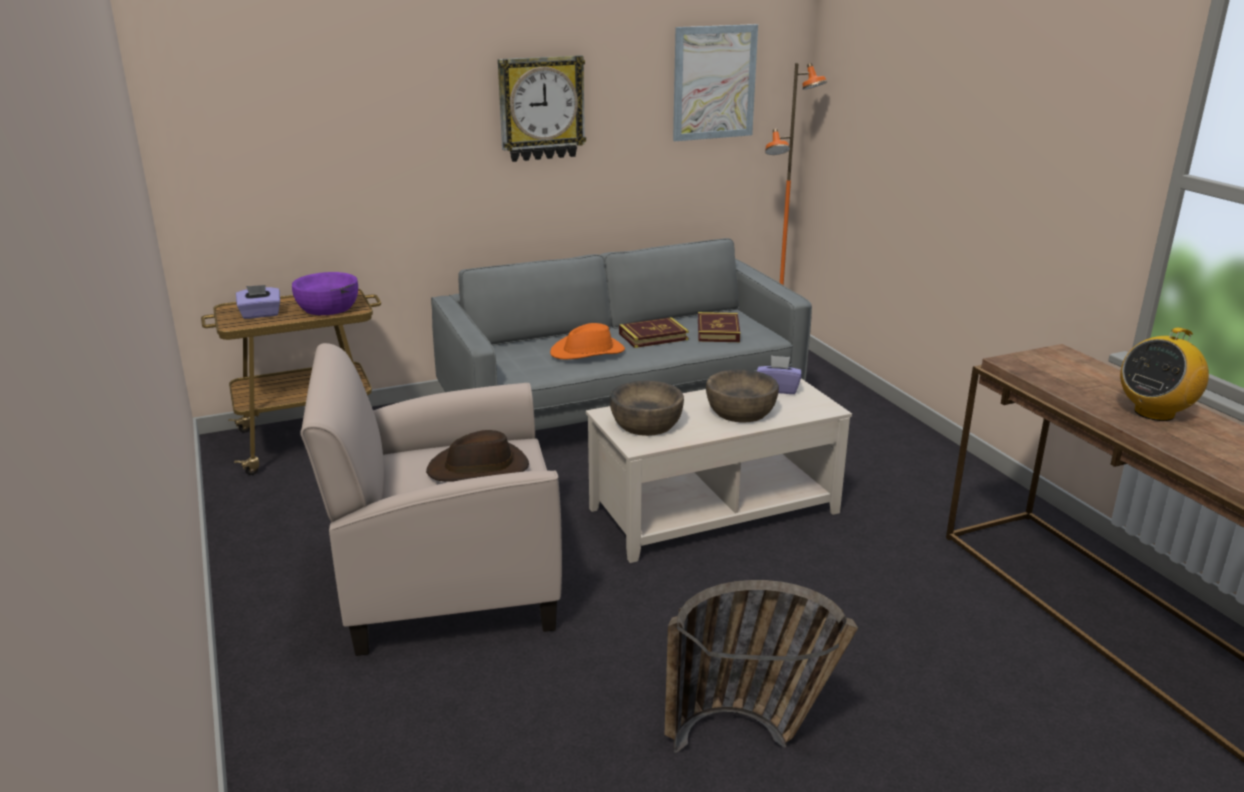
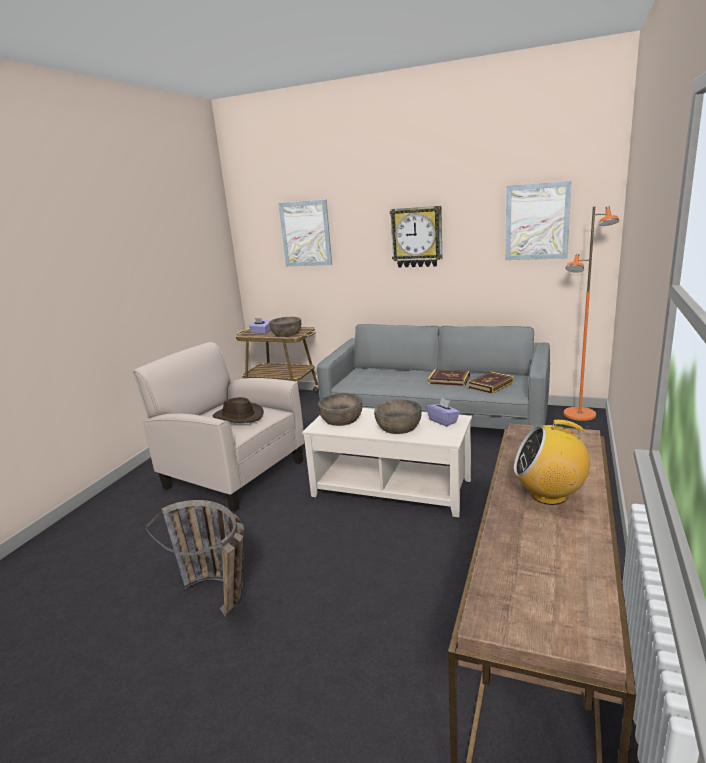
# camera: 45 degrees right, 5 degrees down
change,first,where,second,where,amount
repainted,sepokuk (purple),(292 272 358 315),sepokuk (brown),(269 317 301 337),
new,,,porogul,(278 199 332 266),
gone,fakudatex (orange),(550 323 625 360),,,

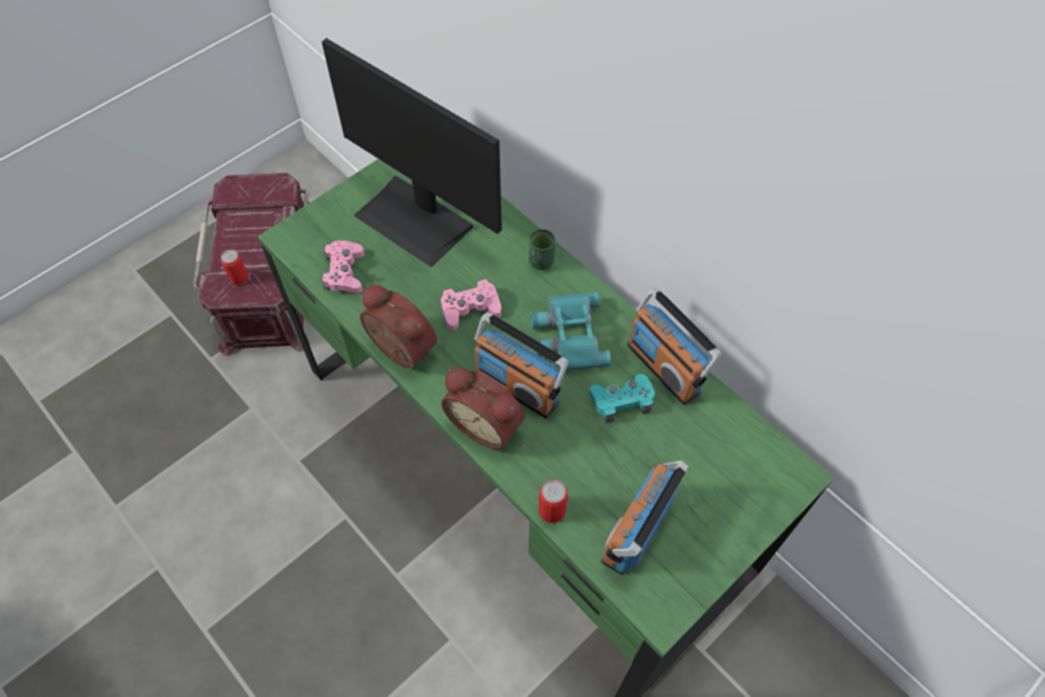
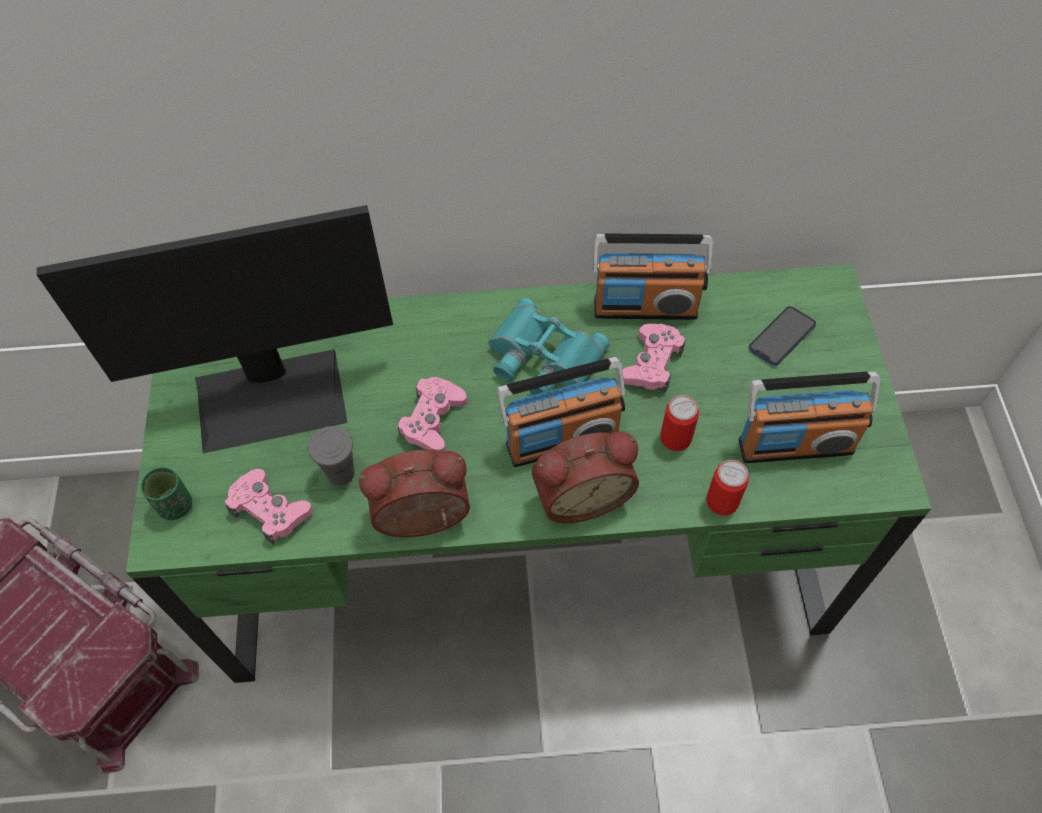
# camera: 50 degrees left, 0 degrees up
change,first,where,second,where,amount
shifted,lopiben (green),(529 229 555 270),,(140 467 192 520),
new,,,lopiben (grey),(308 426 354 486),
repainted,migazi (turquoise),(589 374 655 423),migazi (pink),(622 324 685 393),
shifted,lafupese,(221 249 249 285),,(660 395 699 451),
rotated,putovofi,(601 460 689 575),,(739 371 880 463),75 degrees counterclockwise
new,,,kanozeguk,(749 306 816 366),

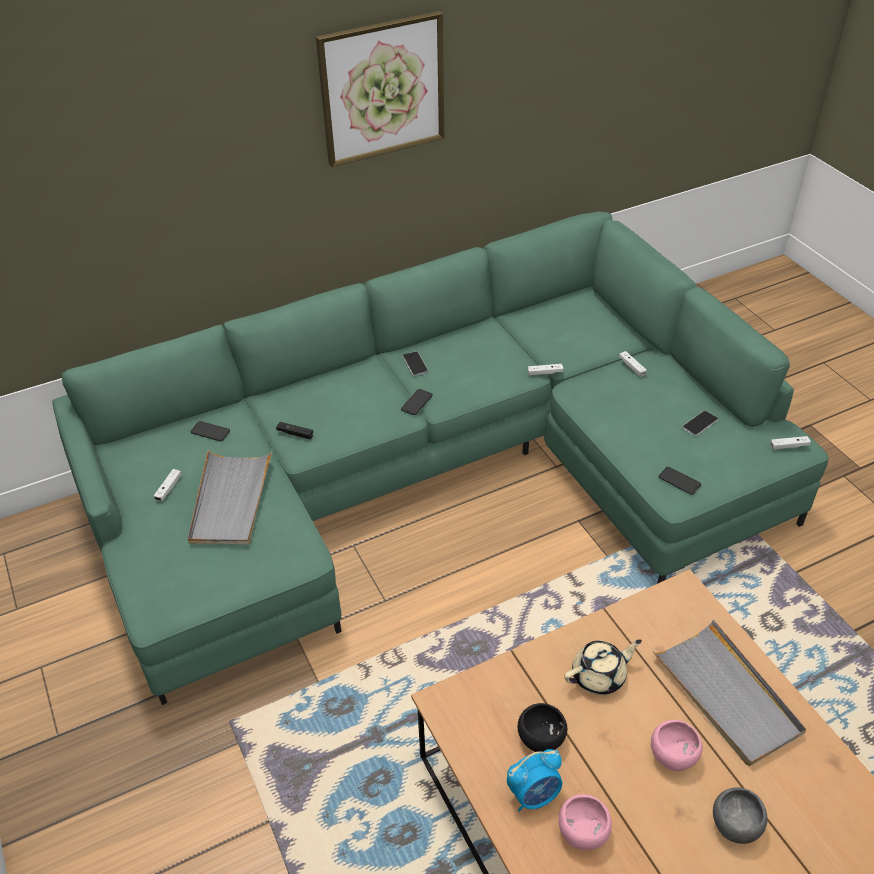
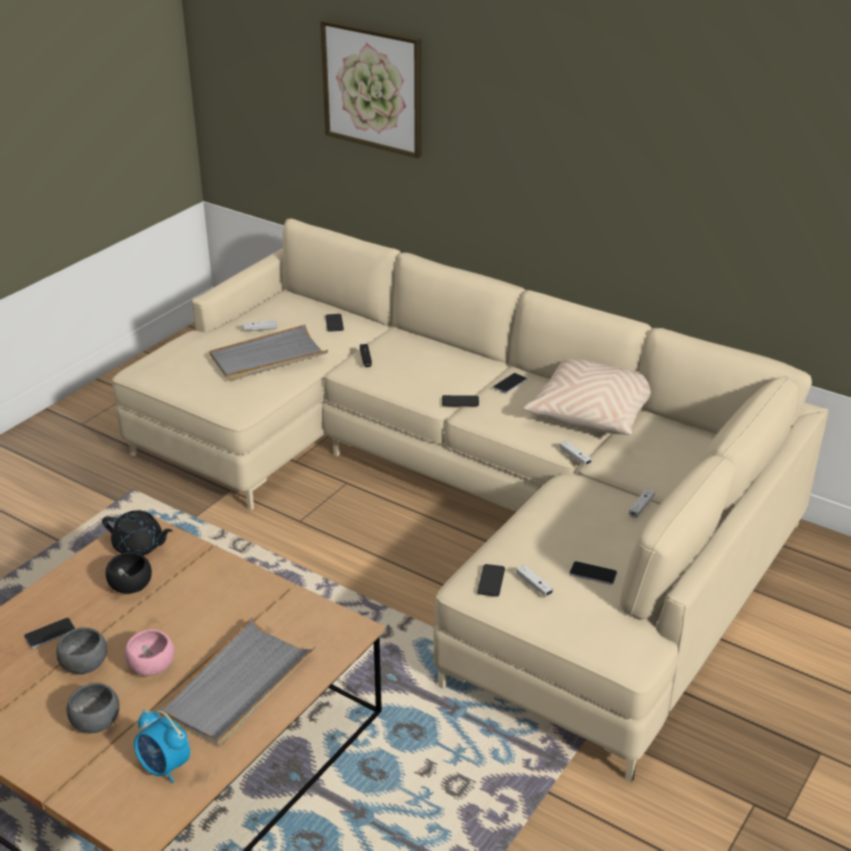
# camera: 60 degrees right, 10 degrees down
change,first,where,second,where,amount
swapped,sepokuk (pink),(558 794 612 850),kanozeguk,(24 618 76 648),
new,,,sepokuk (grey),(56 627 107 674),
new,,,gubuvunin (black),(102 510 173 556),
repainted,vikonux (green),(52 211 829 705),vikonux (beige),(112 219 828 782),
shifted,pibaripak,(507 749 562 812),,(134 710 190 783),
shifted,porogul,(316 11 444 167),,(320 19 422 159),
shifted,migazi (white),(770 436 811 450),,(516 565 553 596),
new,,,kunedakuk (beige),(523 359 651 435),
gone,gubuvunin (beige),(564 639 642 695),,,

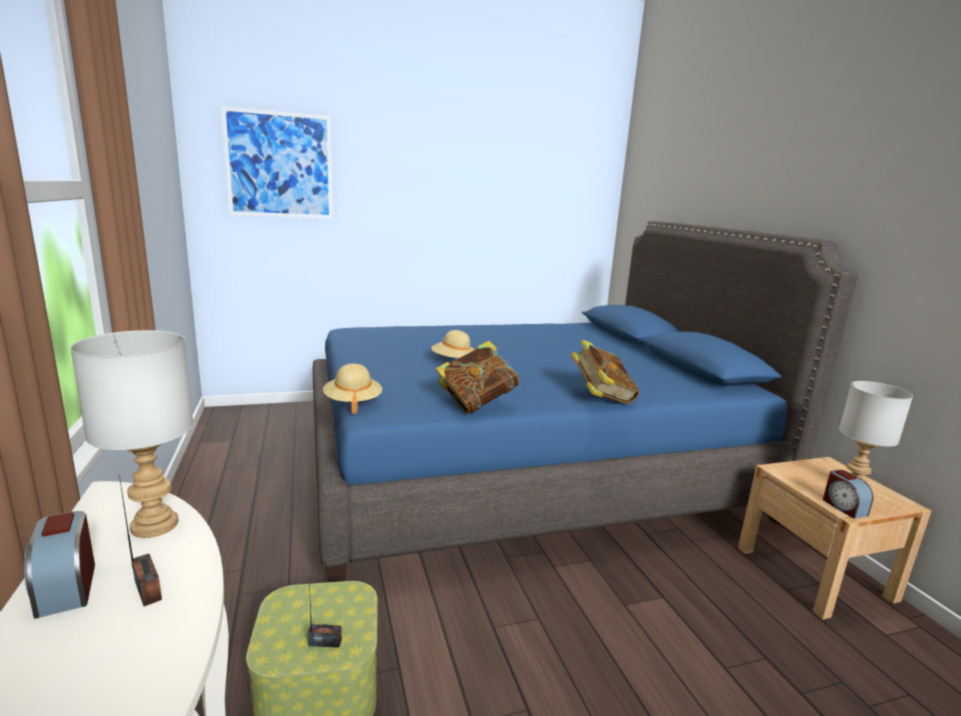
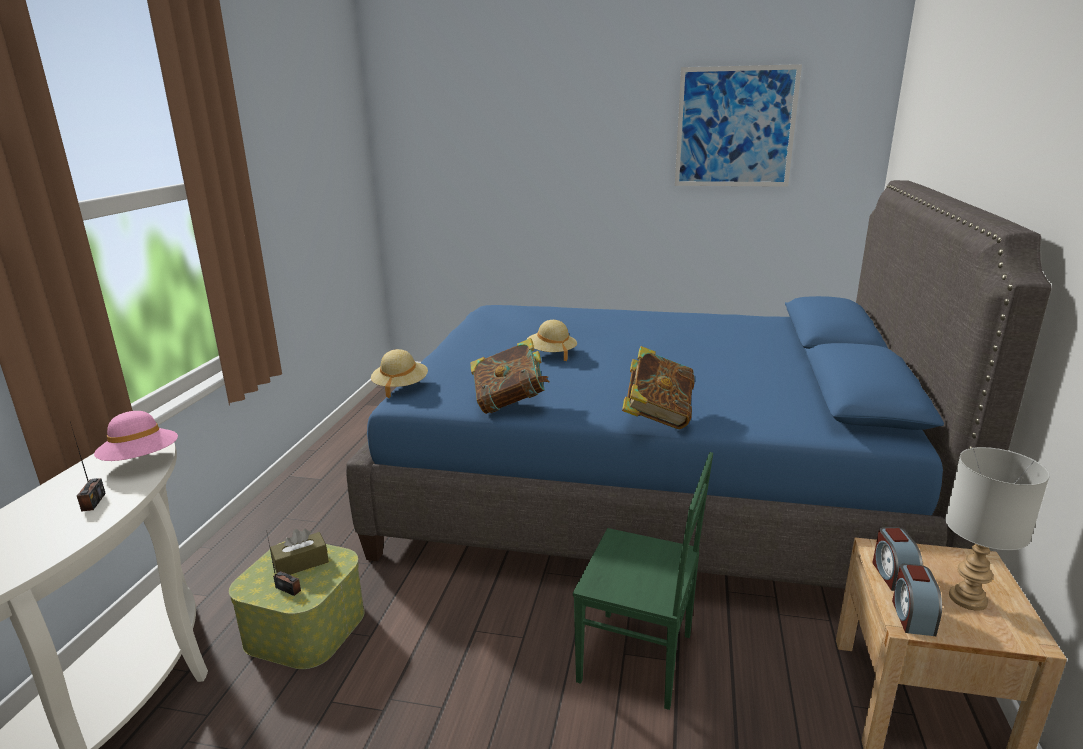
# camera: 30 degrees right, 5 degrees up
change,first,where,second,where,amount
swapped,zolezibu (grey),(70 330 193 538),fakudatex (pink),(94 411 178 461),
new,,,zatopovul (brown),(270 529 329 575),
new,,,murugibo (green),(573 452 713 710),
shifted,porogul,(221 106 333 219),,(675 64 802 187),
shifted,pibaripak,(24 511 95 619),,(873 527 923 591),

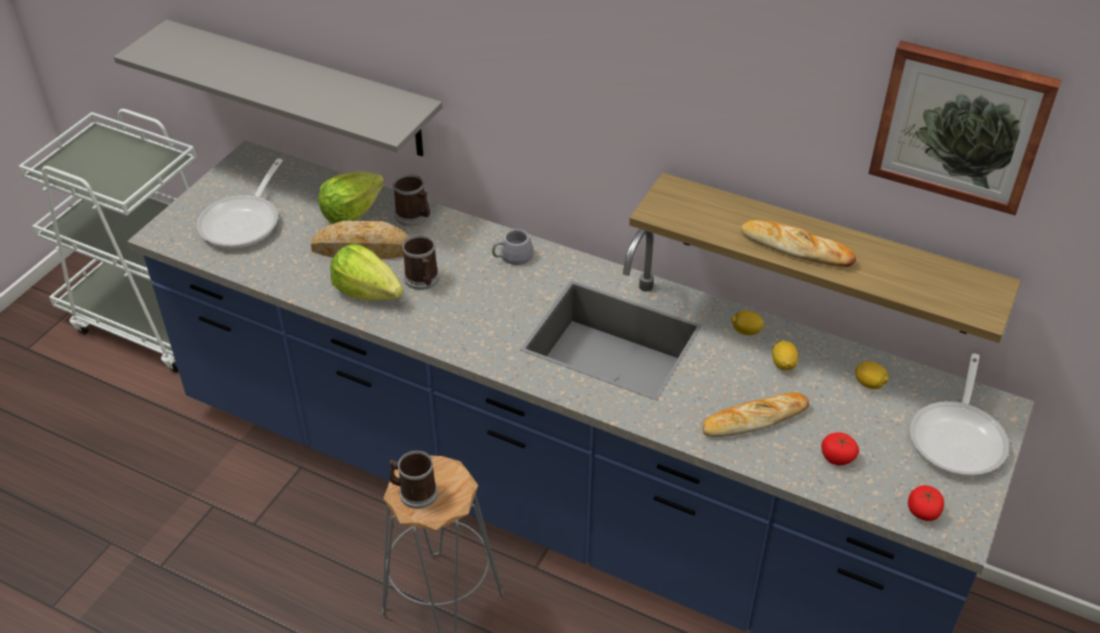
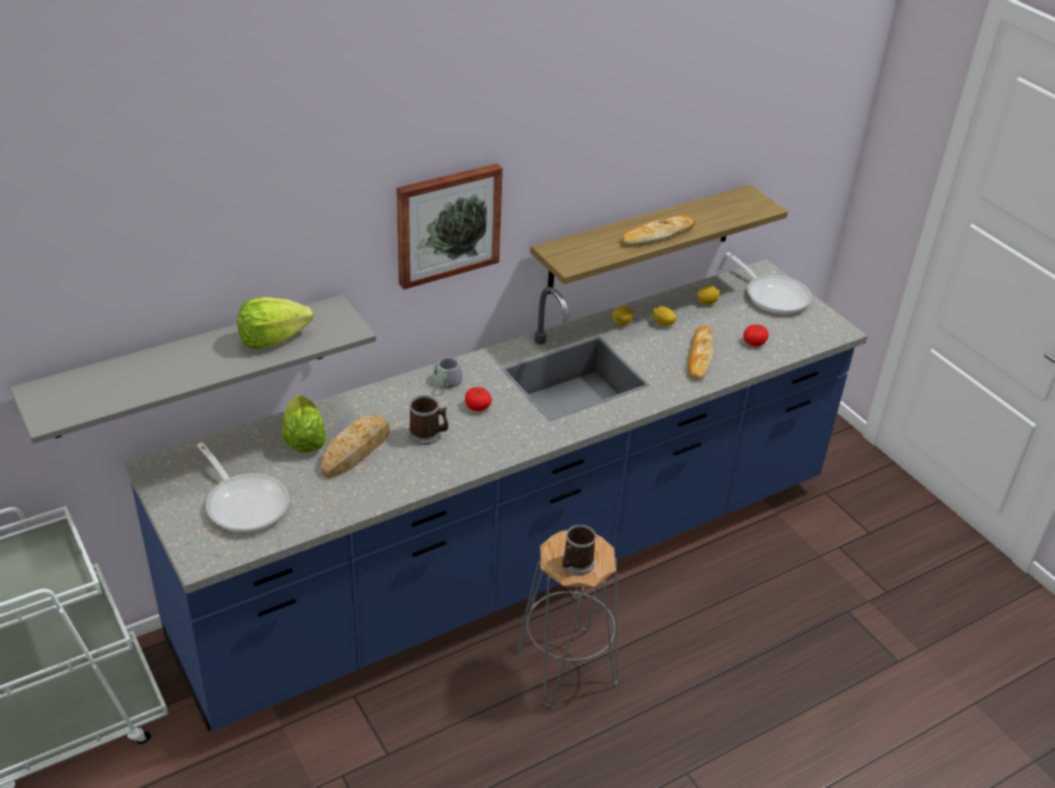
# camera: 60 degrees left, 5 degrees down
change,first,where,second,where,amount
shifted,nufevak,(330 244 403 301),,(237 297 313 349),
shifted,porogul,(868 41 1062 216),,(397 164 503 289),
shifted,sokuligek,(908 485 944 521),,(465 387 492 411),
gone,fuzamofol,(393 174 430 226),,,

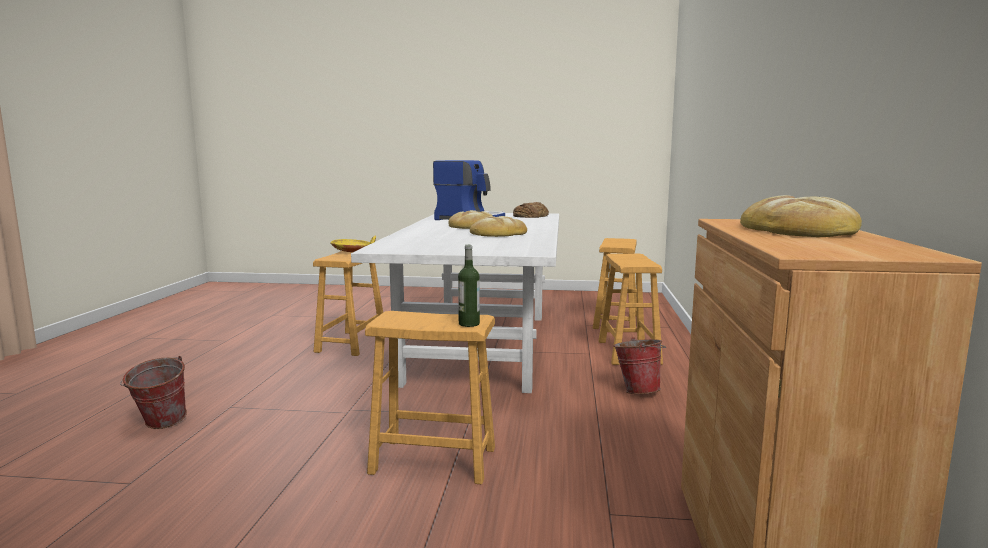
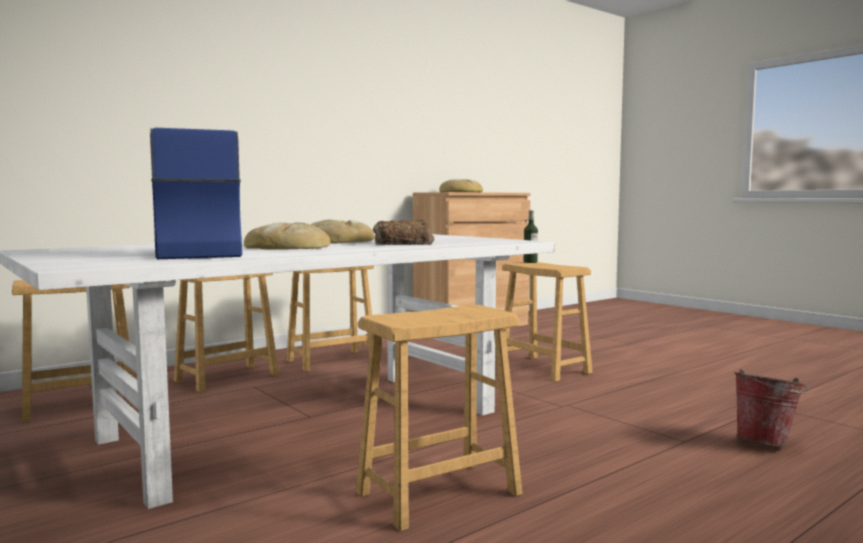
# camera: 135 degrees left, 5 degrees down
change,first,where,second,where,amount
swapped,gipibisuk,(613 337 666 394),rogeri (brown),(286 265 374 372),
shifted,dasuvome,(513 202 549 218),,(373 220 435 245),
gone,sepokuk (yellow),(330 236 376 252),,,

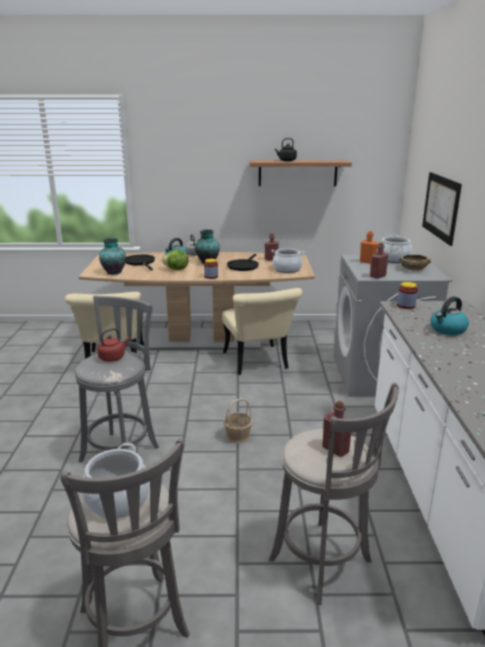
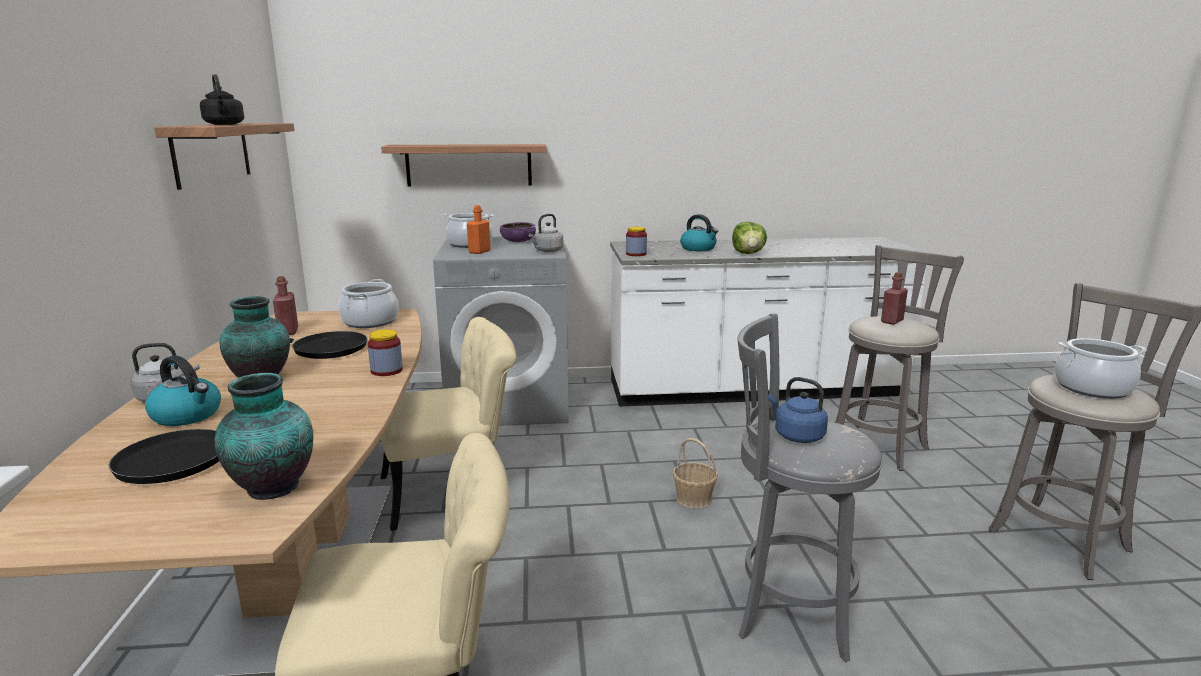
# camera: 95 degrees left, 5 degrees down
change,first,where,second,where,amount
swapped,porogul,(422 172 462 246),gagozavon,(381 144 547 187),
repainted,sepokuk (brown),(399 255 431 271),sepokuk (purple),(499 222 536 242),
swapped,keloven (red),(370 243 388 279),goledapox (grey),(529 214 563 252),
shifted,nufevak,(162 249 189 270),,(732 221 767 254),
repainted,goledapox (red),(97 328 130 362),goledapox (blue),(769 377 828 443),

